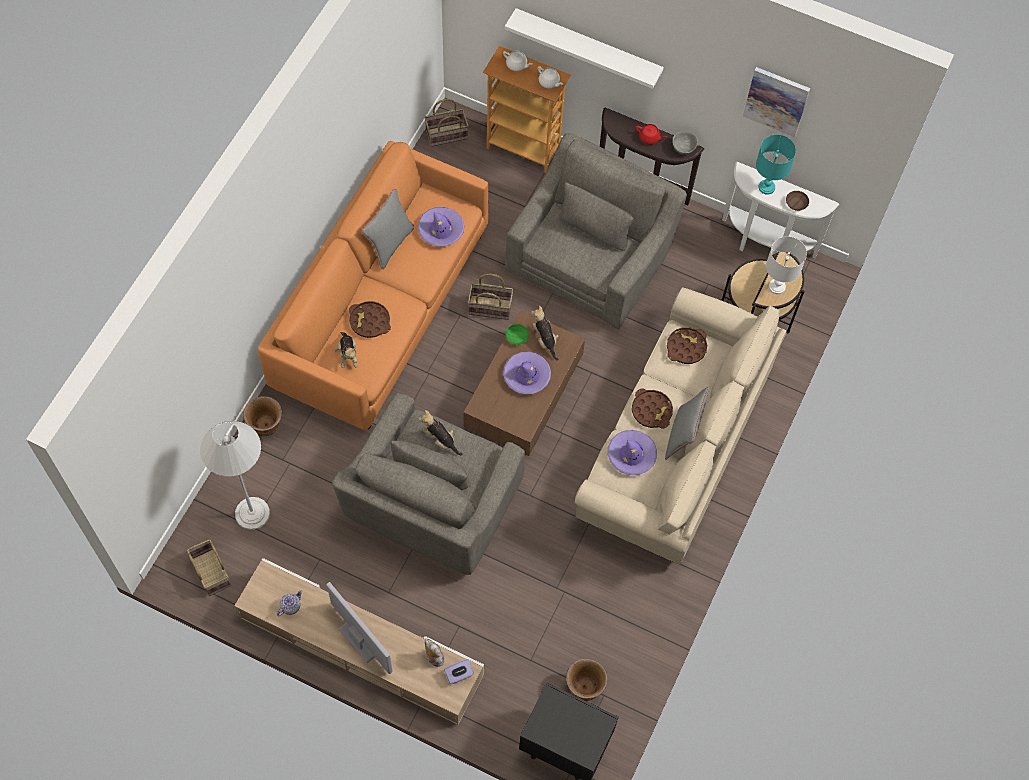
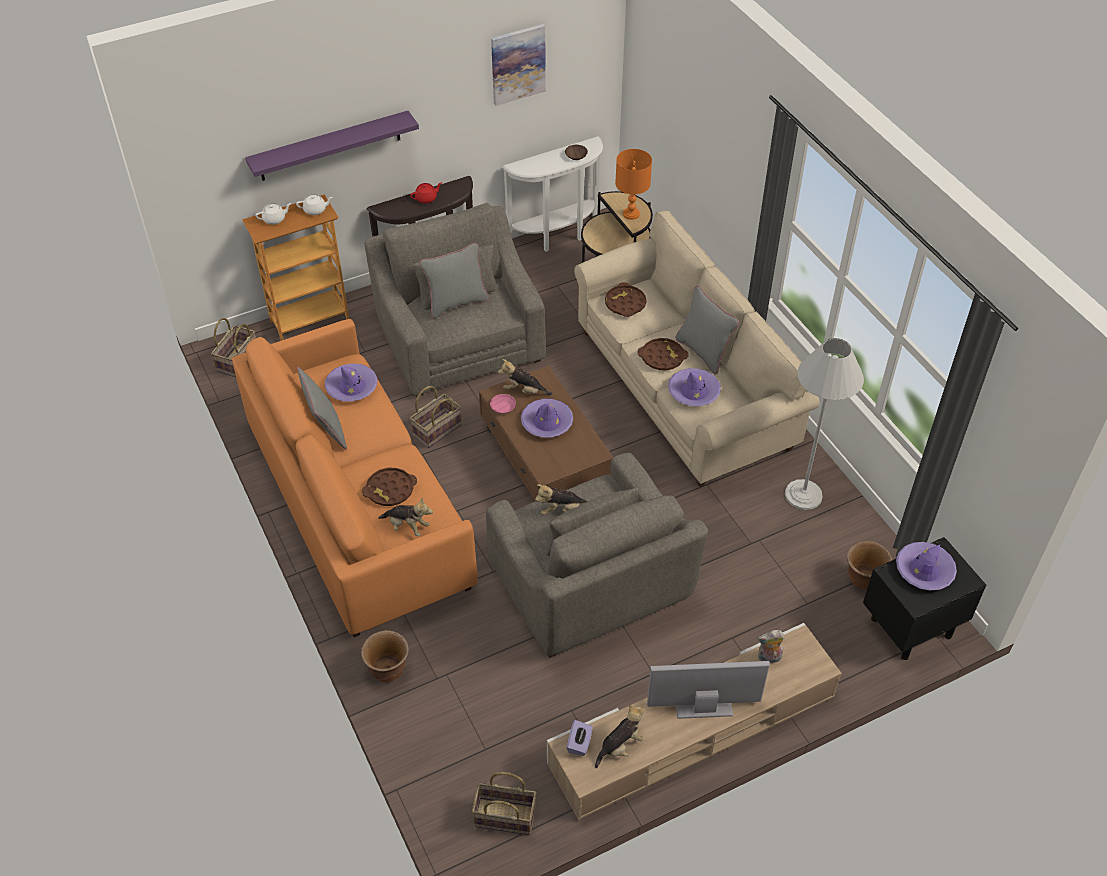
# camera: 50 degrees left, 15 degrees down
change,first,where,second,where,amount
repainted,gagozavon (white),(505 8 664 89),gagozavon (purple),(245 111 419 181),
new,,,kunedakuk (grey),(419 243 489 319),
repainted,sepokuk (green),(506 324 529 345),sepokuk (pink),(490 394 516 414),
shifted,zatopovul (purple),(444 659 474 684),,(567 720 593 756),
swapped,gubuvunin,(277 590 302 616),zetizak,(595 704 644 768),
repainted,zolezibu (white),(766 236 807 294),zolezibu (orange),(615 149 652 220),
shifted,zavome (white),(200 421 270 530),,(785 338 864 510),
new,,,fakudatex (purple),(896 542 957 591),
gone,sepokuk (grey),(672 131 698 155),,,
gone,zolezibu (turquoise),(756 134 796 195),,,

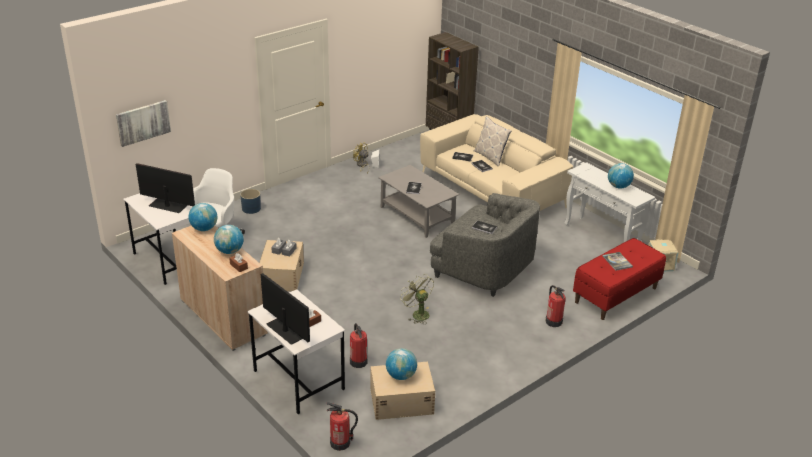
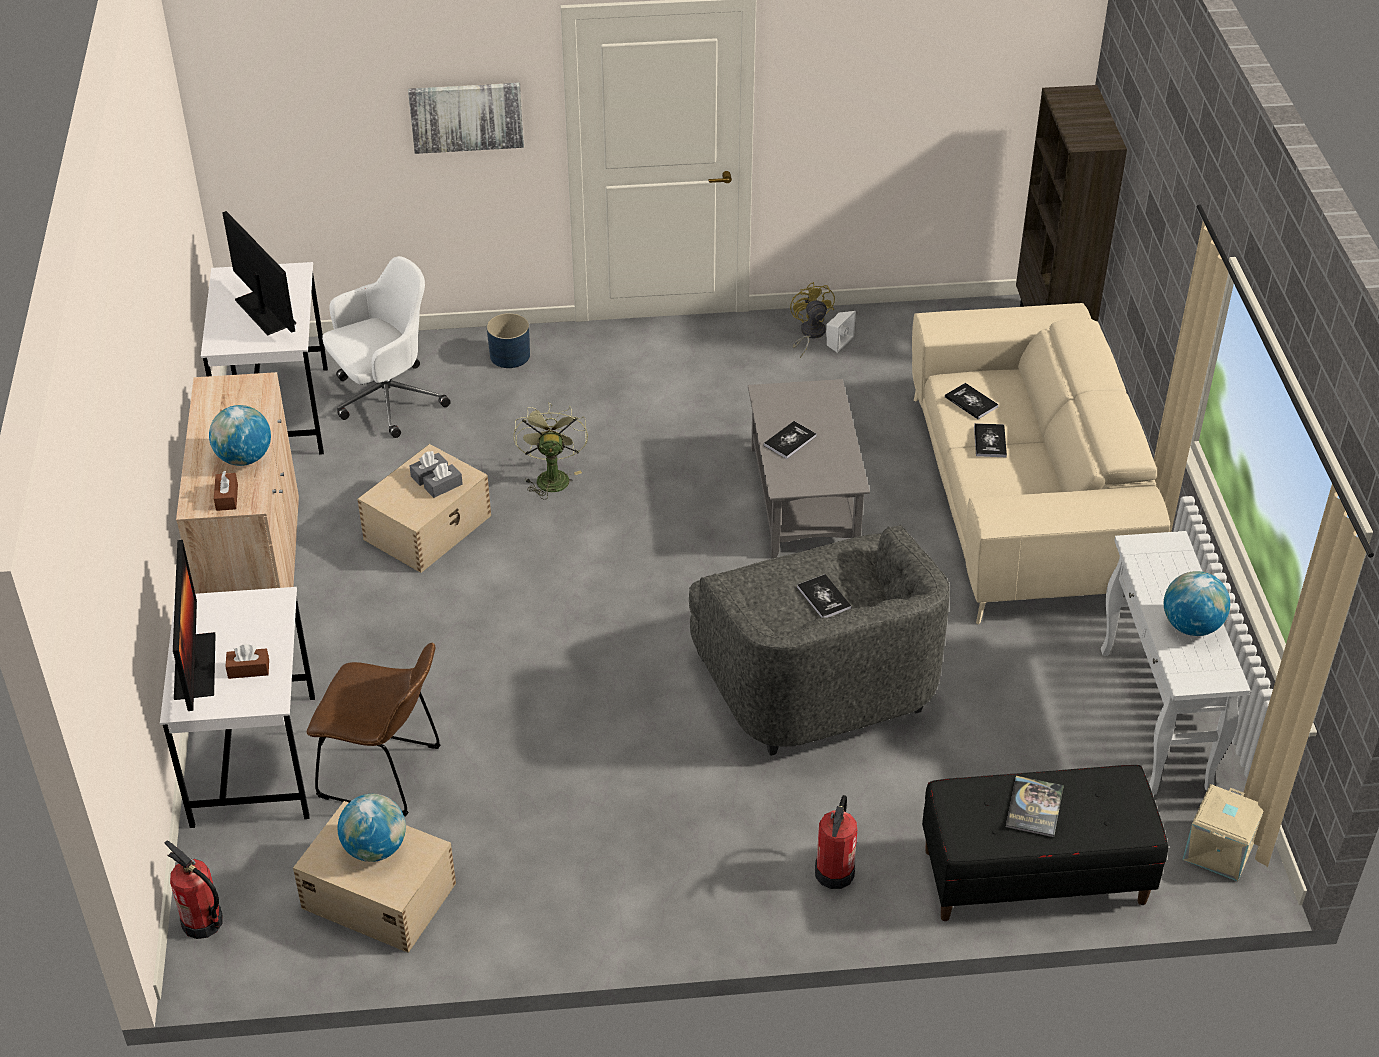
# camera: 35 degrees right, 10 degrees up
change,first,where,second,where,amount
swapped,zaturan,(350 323 368 368),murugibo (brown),(306 643 440 816),
shifted,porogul,(116 100 171 147),,(408 83 524 154),
shifted,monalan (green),(400 275 434 324),,(513 402 588 499),
repainted,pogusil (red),(573 238 666 320),pogusil (black),(922 765 1168 921),
gone,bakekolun,(188 203 217 231),,,
gone,kunedakuk,(474 116 511 167),,,

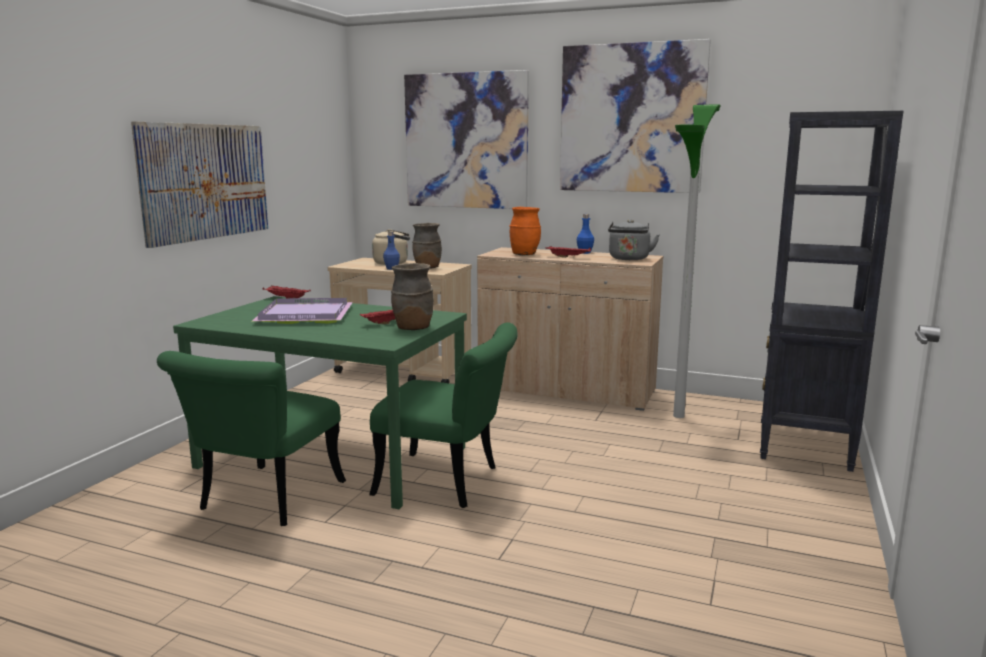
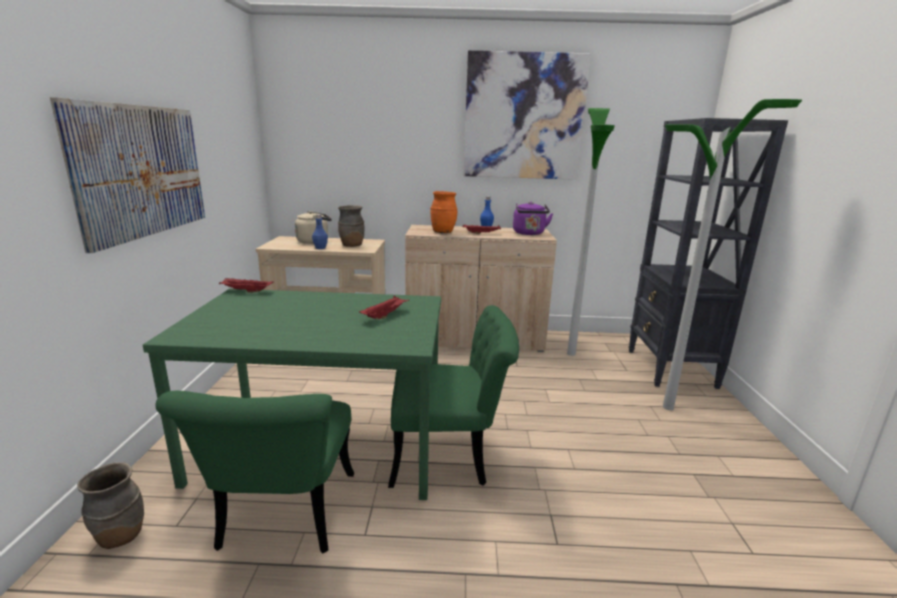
# camera: 20 degrees left, 5 degrees up
change,first,where,second,where,amount
shifted,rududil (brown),(391 263 434 330),,(77 462 144 549),
repainted,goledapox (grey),(608 219 660 260),goledapox (purple),(513 202 553 235),
new,,,zavome,(663 99 802 410),
gone,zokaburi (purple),(252 298 353 324),,,
gone,porogul,(404 70 529 209),,,

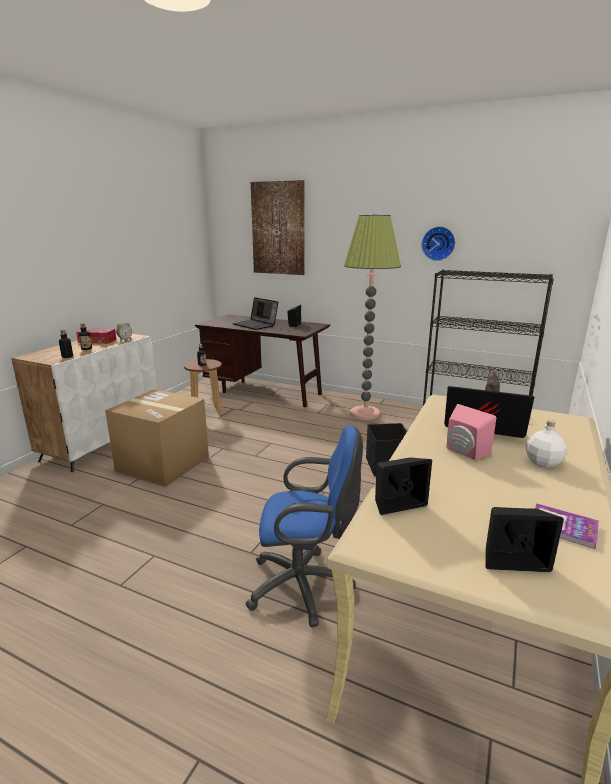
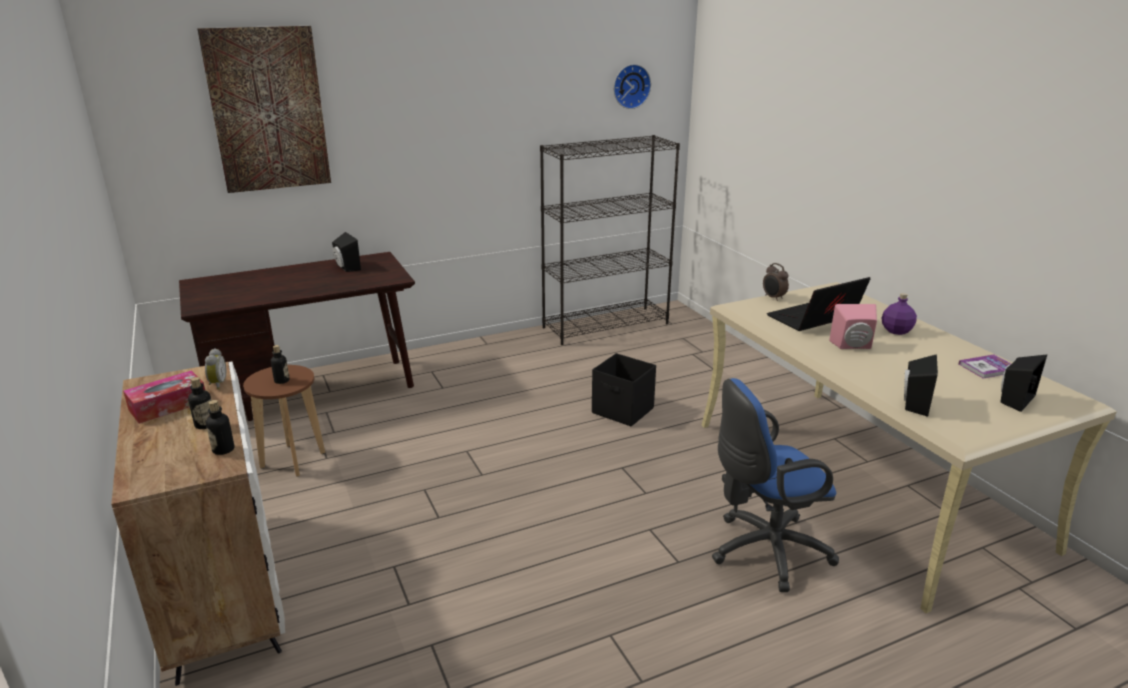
# camera: 50 degrees left, 5 degrees up
change,first,where,second,where,amount
shifted,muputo,(421 226 455 261),,(614 64 651 109),
rotated,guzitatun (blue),(246 425 363 627),,(712 378 839 592),150 degrees counterclockwise
repainted,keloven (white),(526 420 567 468),keloven (purple),(882 293 917 335),
gone,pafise,(105 389 209 487),,,
gone,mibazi,(233 297 278 330),,,
gone,zavome,(344 214 401 420),,,

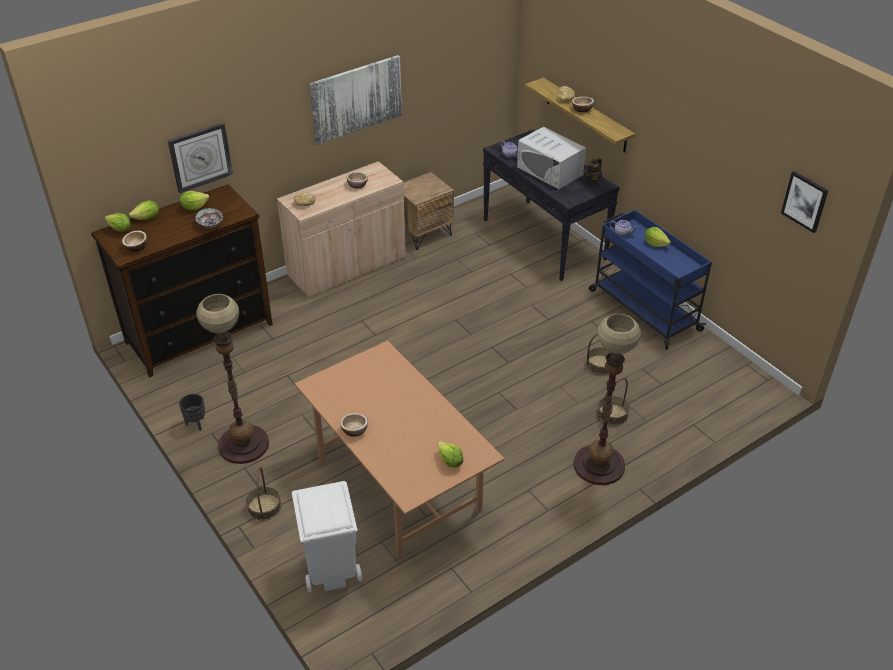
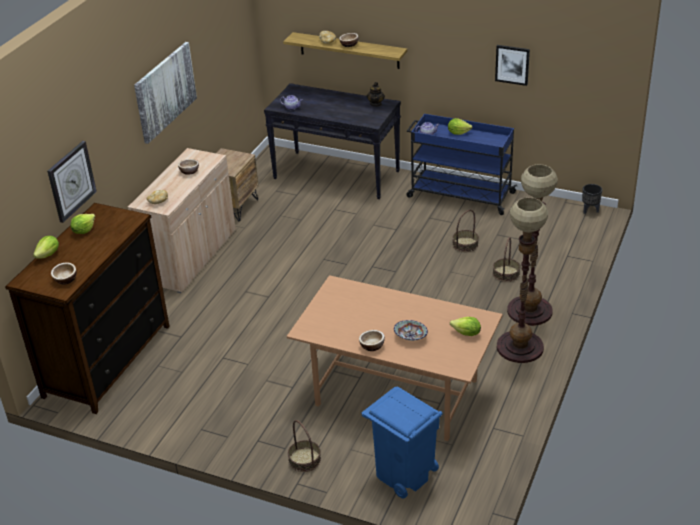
# camera: 30 degrees left, 5 degrees down
change,first,where,second,where,amount
repainted,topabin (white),(292 481 362 592),topabin (blue),(362 387 443 499),
shifted,sepokuk,(195 208 223 228),,(394 320 428 341),
shifted,porogul,(781 171 828 233),,(495 45 530 86),
shifted,zavome,(196 294 269 464),,(497 197 548 363),
shifted,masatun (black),(179 394 205 431),,(582 184 602 214),
gone,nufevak,(105 213 131 232),,,
gone,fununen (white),(517 127 586 189),,,

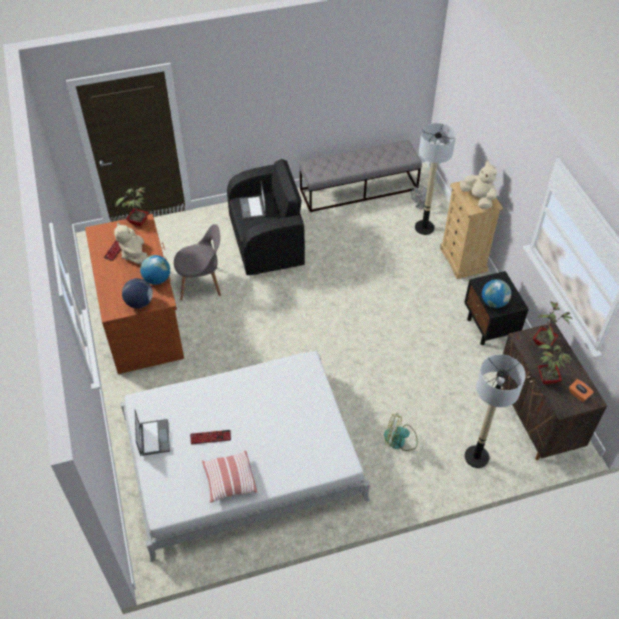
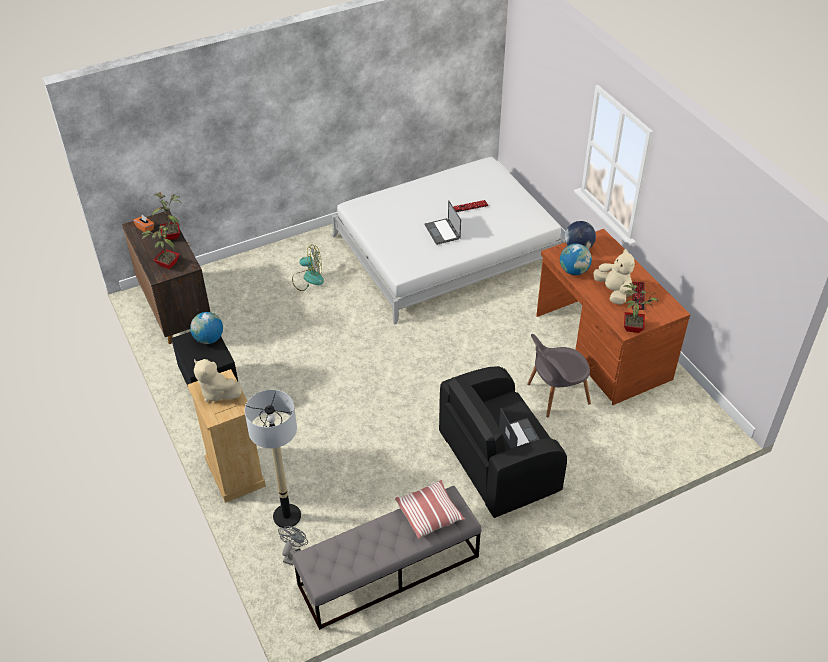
# camera: 170 degrees right, 5 degrees down
change,first,where,second,where,amount
shifted,kunedakuk,(202 451 257 503),,(395 480 465 539),
shifted,mibazi,(135 410 170 456),,(425 200 461 245),
gone,zavome,(464 354 526 468),,,

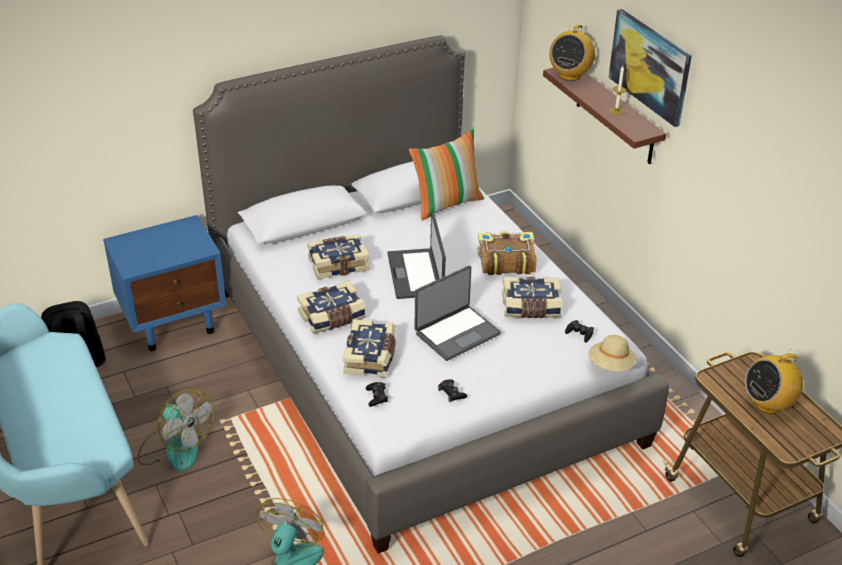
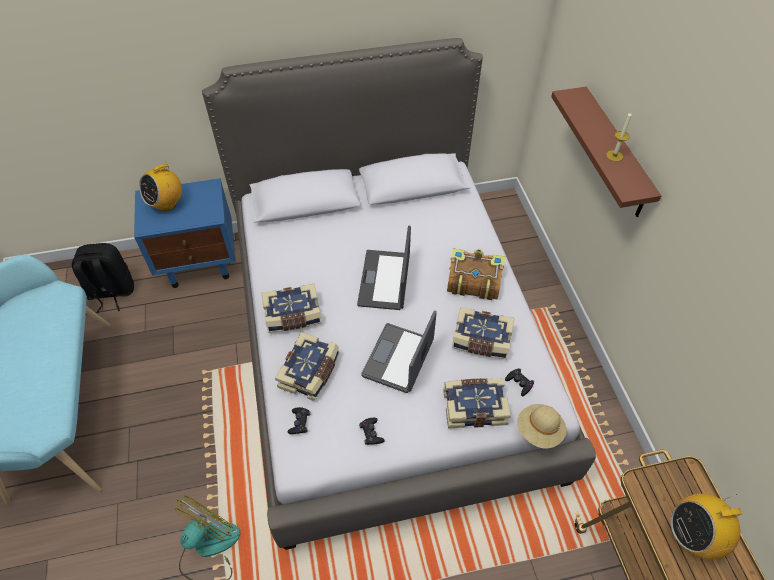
# camera: 15 degrees right, 15 degrees up
change,first,where,second,where,amount
shifted,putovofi,(549 25 595 81),,(139 160 182 211),
rotated,mibazi,(415 265 501 361),,(361 311 437 393),135 degrees clockwise
shifted,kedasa,(308 234 370 279),,(444 378 511 429),
gone,monalan,(138 389 214 472),,,
gone,kunedakuk,(409 129 484 221),,,
gone,porogul,(608 9 692 127),,,

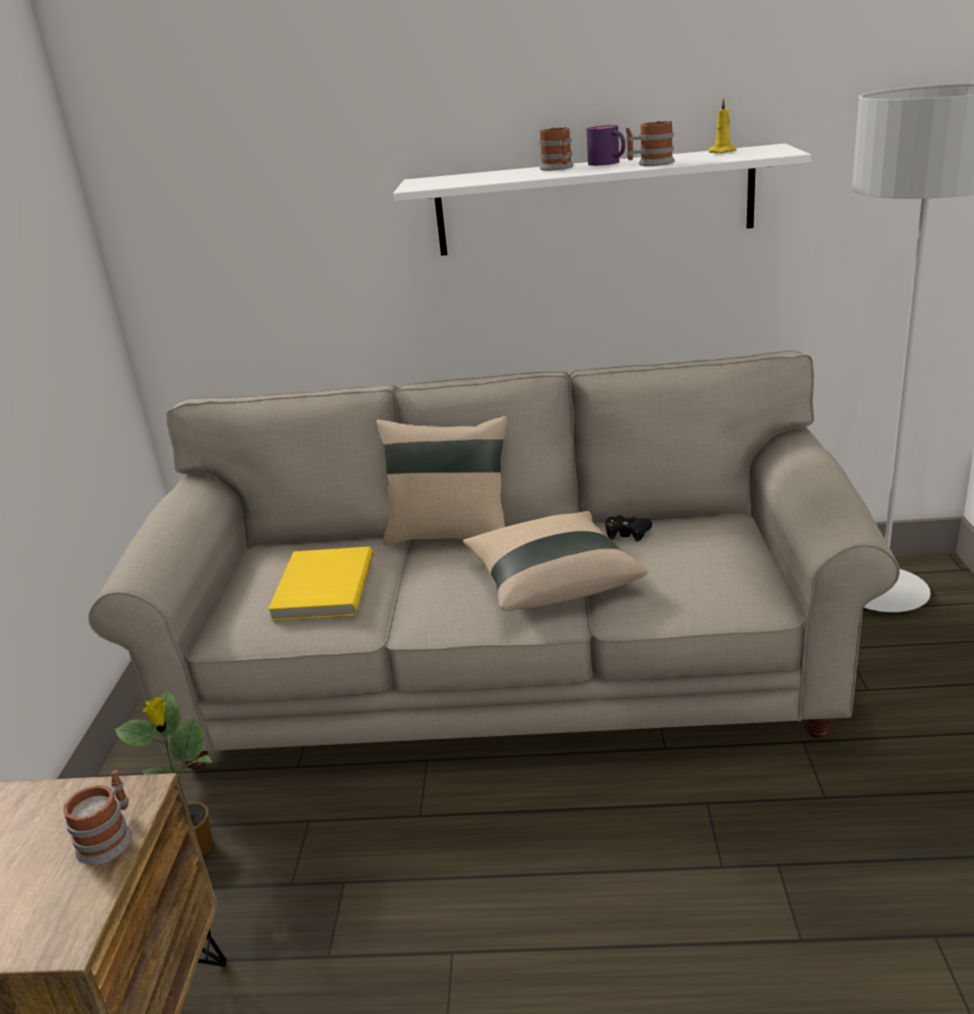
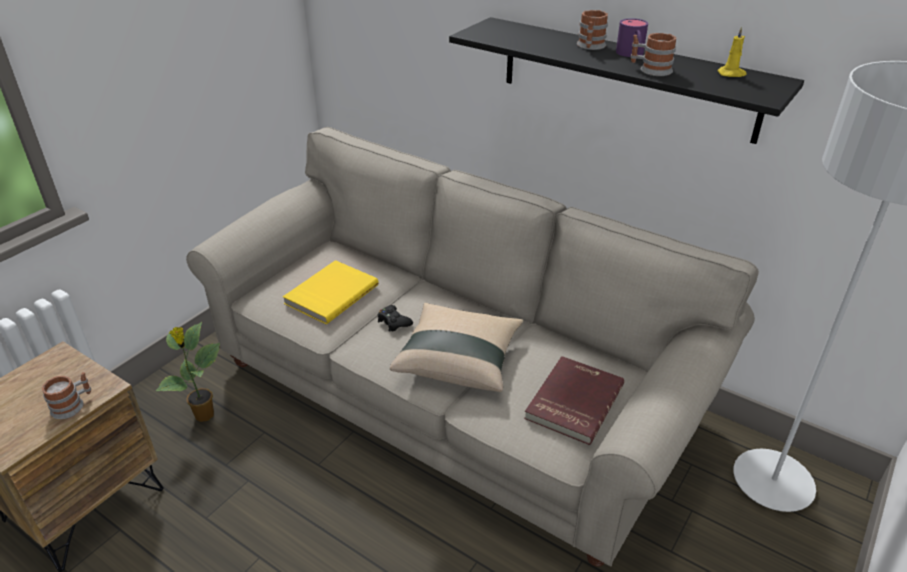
# camera: 30 degrees right, 10 degrees up
change,first,where,second,where,amount
shifted,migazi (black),(605 515 652 542),,(378 305 413 332),
repainted,gagozavon (white),(393 143 811 256),gagozavon (black),(449 17 804 144),
new,,,kedasa (red),(524 356 624 445),
gone,kunedakuk (beige),(376 416 508 546),,,

